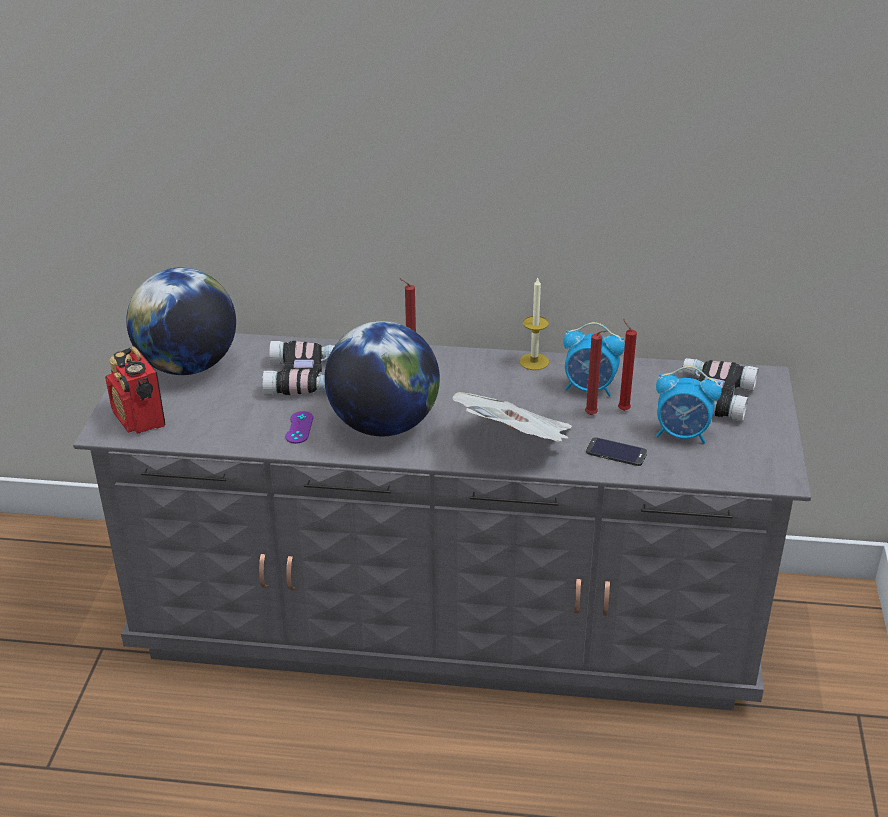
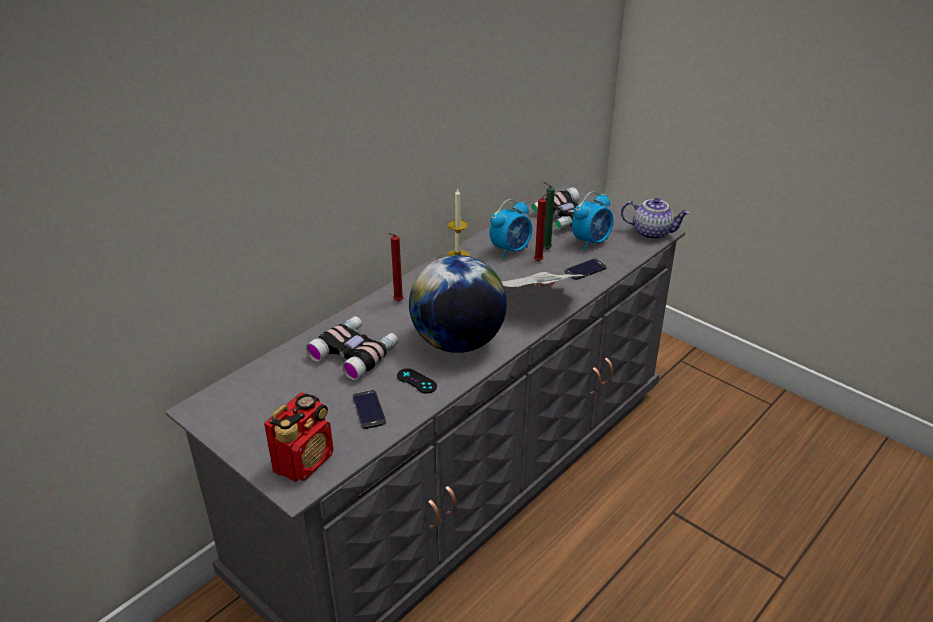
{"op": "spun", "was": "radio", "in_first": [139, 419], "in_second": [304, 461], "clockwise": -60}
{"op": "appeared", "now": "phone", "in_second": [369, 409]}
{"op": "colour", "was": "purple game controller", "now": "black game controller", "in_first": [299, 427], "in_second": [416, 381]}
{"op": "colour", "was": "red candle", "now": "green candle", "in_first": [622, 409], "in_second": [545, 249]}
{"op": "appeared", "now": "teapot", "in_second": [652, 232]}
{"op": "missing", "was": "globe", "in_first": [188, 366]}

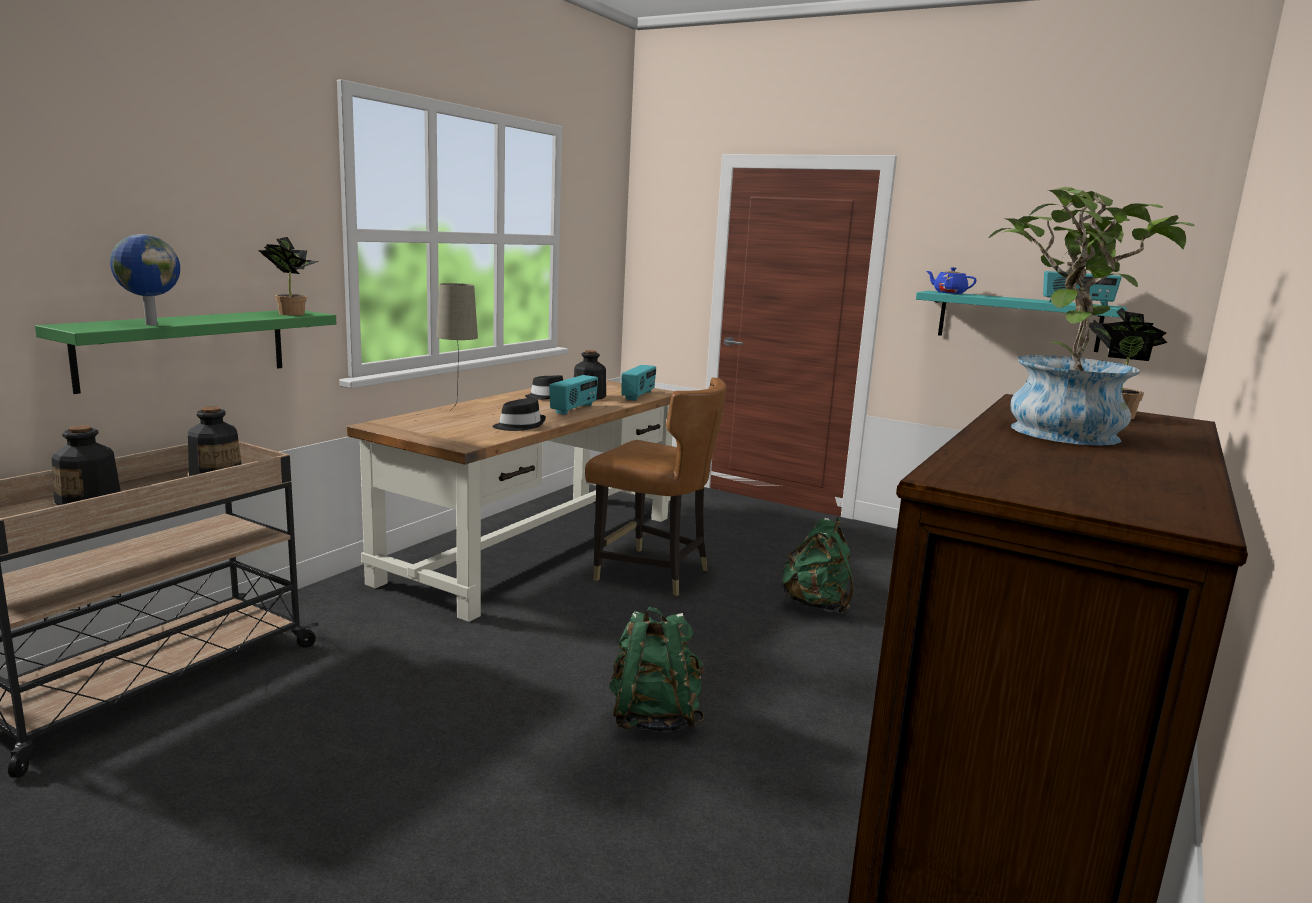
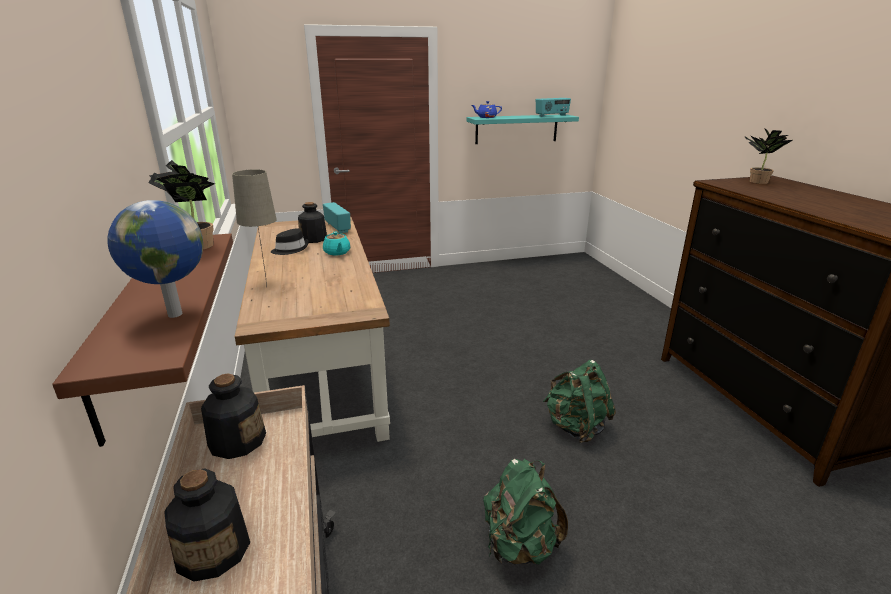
{"op": "colour", "was": "green shelf", "now": "brown shelf", "in_first": [185, 348], "in_second": [132, 326]}
{"op": "exchanged", "was": "radio", "now": "turquoise teapot", "in_first": [574, 409], "in_second": [337, 253]}
{"op": "relocated", "was": "green backpack", "in_first": [816, 605], "in_second": [519, 545]}
{"op": "missing", "was": "black hat", "in_first": [519, 426]}
{"op": "missing", "was": "brown chair", "in_first": [652, 573]}
{"op": "missing", "was": "potted plant", "in_first": [1057, 428]}

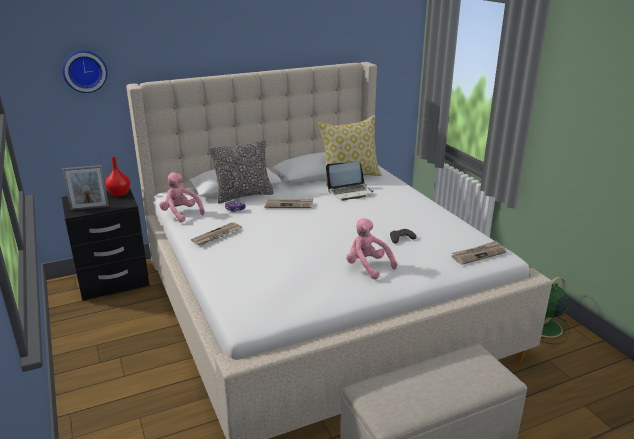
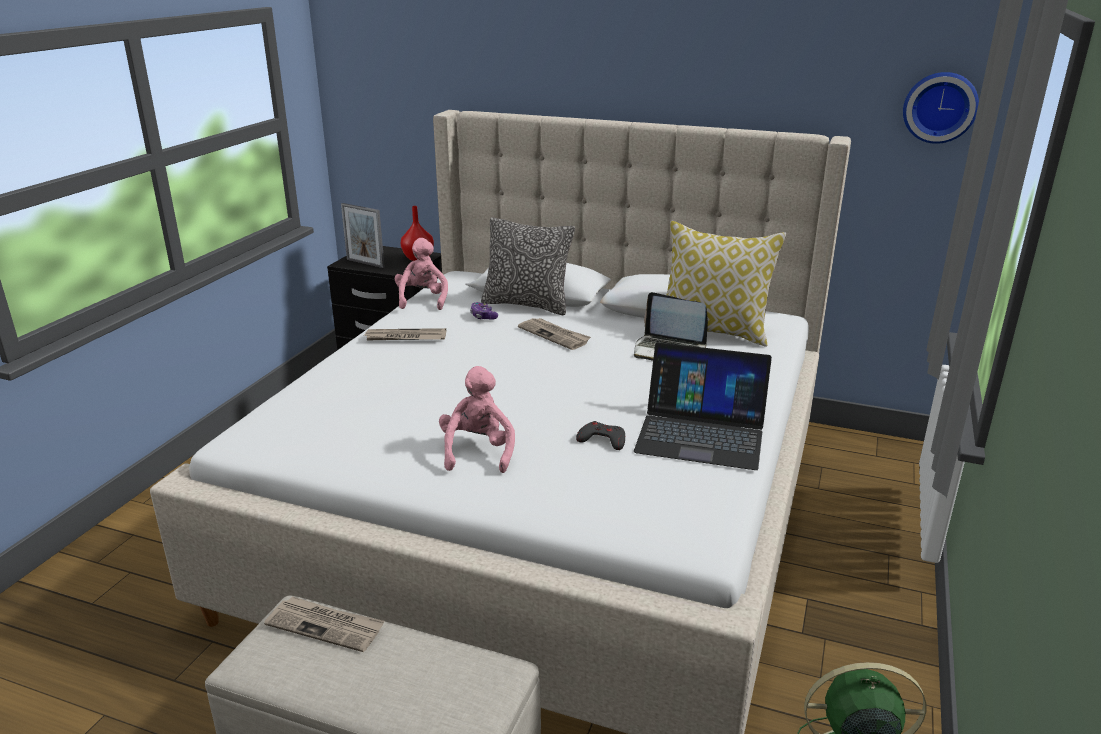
{"op": "relocated", "was": "newspaper", "in_first": [478, 254], "in_second": [326, 626]}
{"op": "appeared", "now": "laptop", "in_second": [701, 433]}
{"op": "relocated", "was": "wall clock", "in_first": [84, 71], "in_second": [940, 107]}

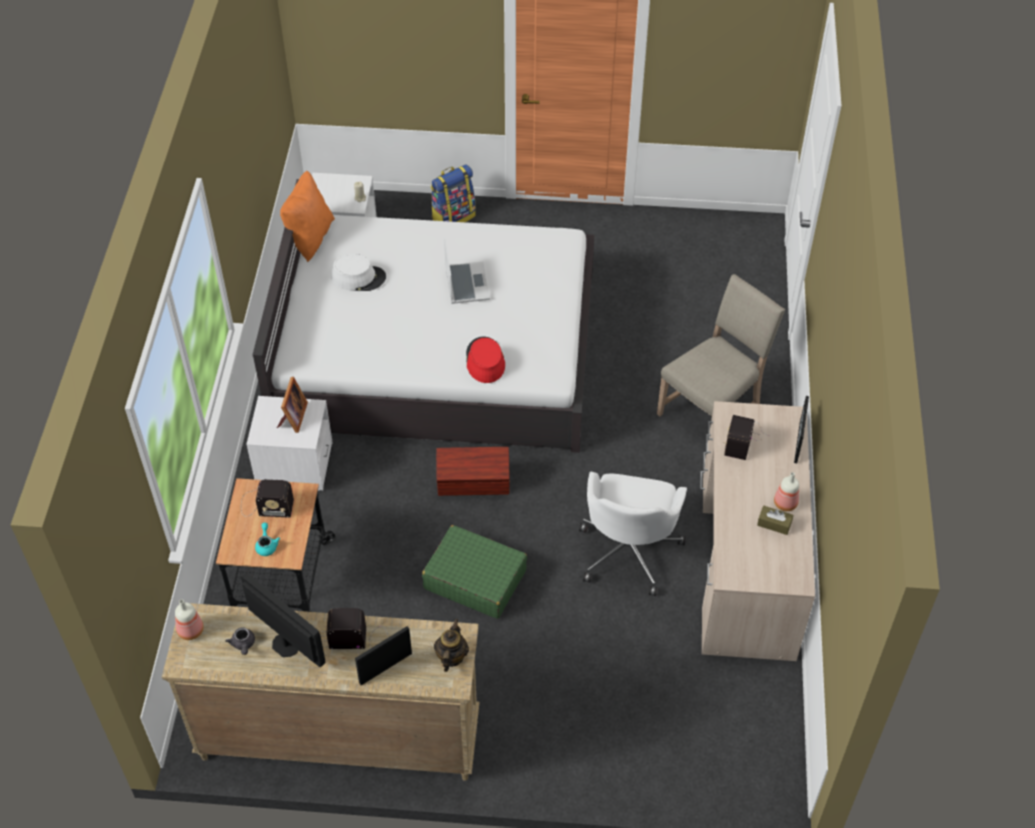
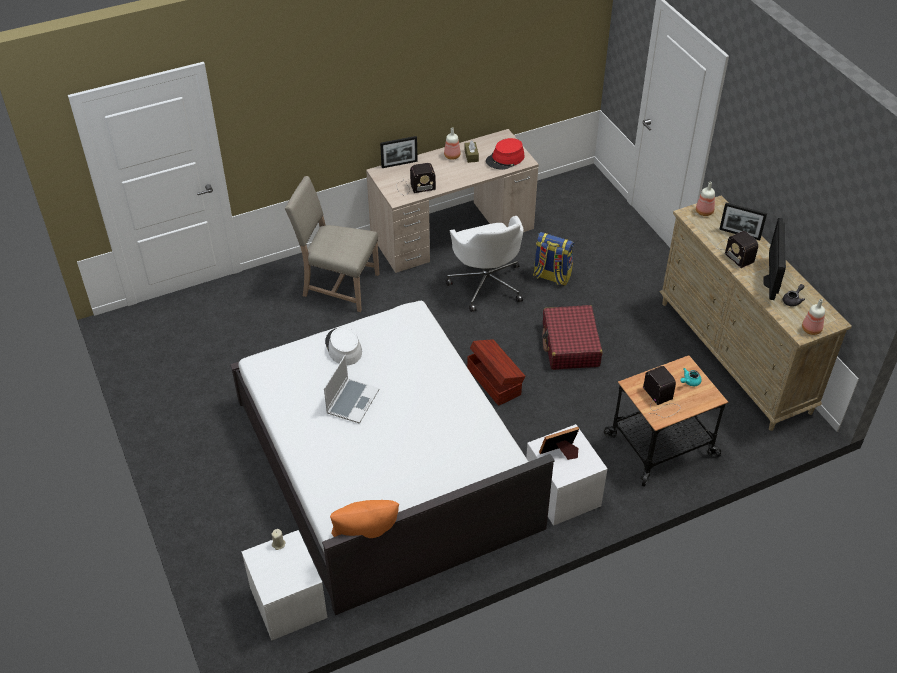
{"op": "spun", "was": "laptop", "in_first": [466, 283], "in_second": [352, 401], "clockwise": 150}
{"op": "relocated", "was": "white hat", "in_first": [358, 277], "in_second": [343, 347]}
{"op": "spun", "was": "white office chair", "in_first": [629, 550], "in_second": [486, 283], "clockwise": 90}
{"op": "relocated", "was": "red hat", "in_first": [484, 361], "in_second": [505, 159]}
{"op": "relocated", "was": "backpack", "in_first": [453, 217], "in_second": [551, 276]}
{"op": "colour", "was": "green suitcase", "now": "red suitcase", "in_first": [474, 579], "in_second": [570, 345]}
{"op": "exchanged", "was": "teapot", "now": "bottle", "in_first": [451, 657], "in_second": [704, 212]}

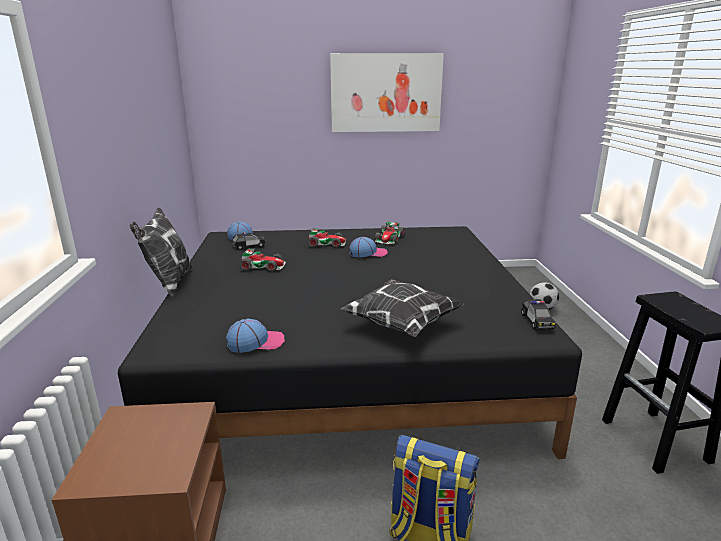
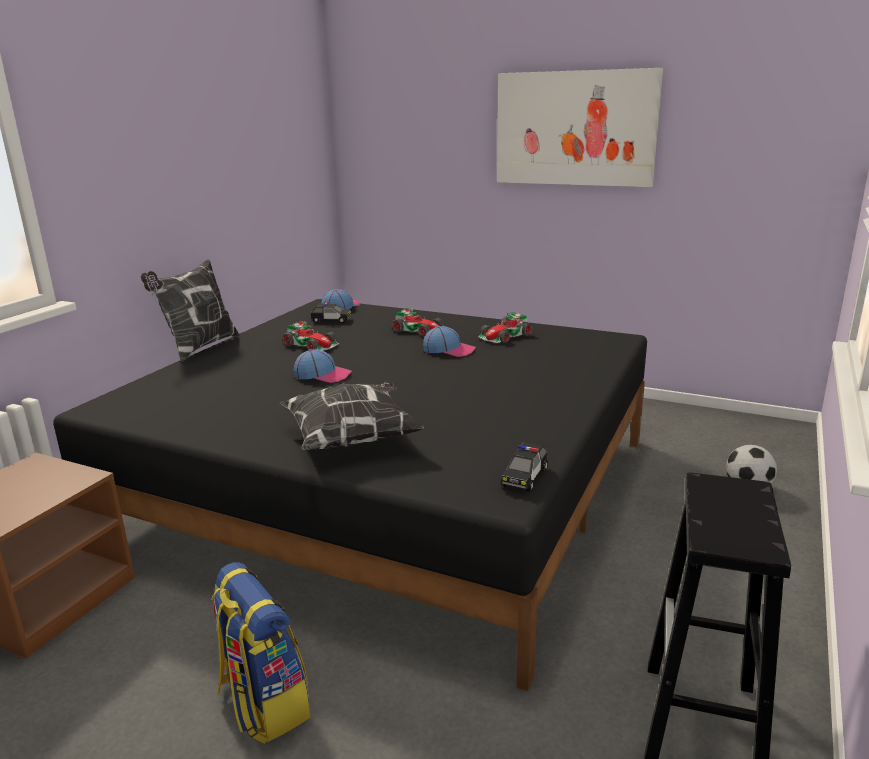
{"op": "relocated", "was": "cap", "in_first": [256, 342], "in_second": [323, 375]}

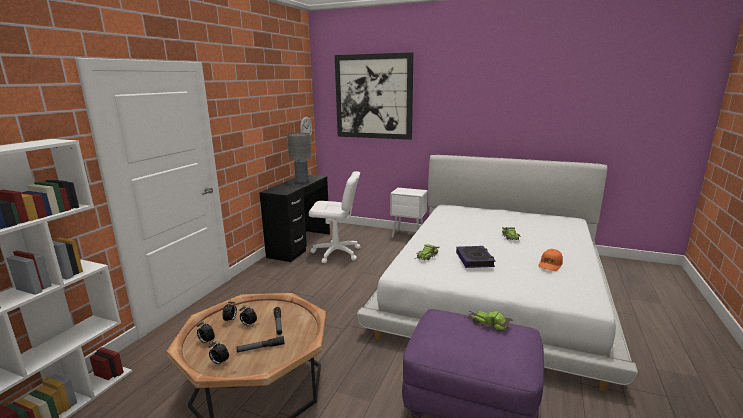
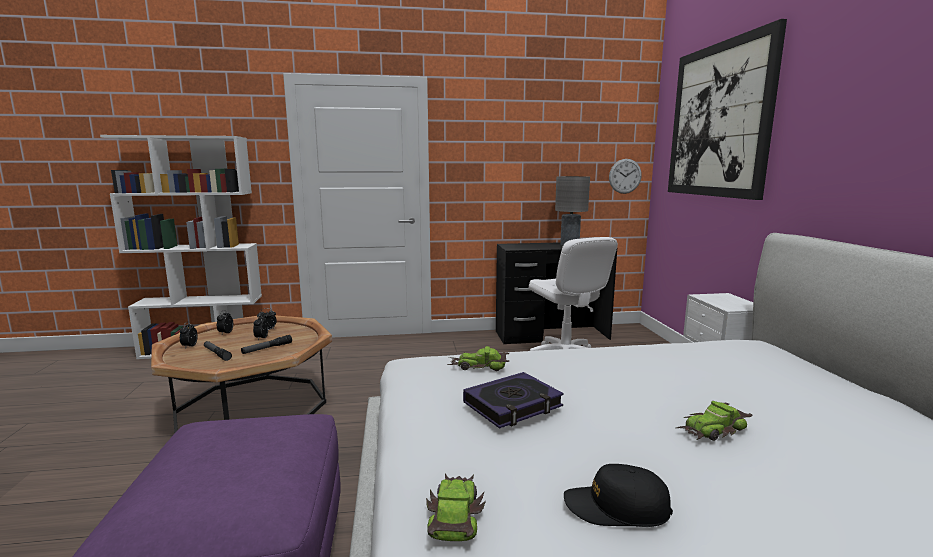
{"op": "relocated", "was": "toy car", "in_first": [488, 323], "in_second": [454, 512]}
{"op": "colour", "was": "orange cap", "now": "black cap", "in_first": [550, 264], "in_second": [616, 508]}

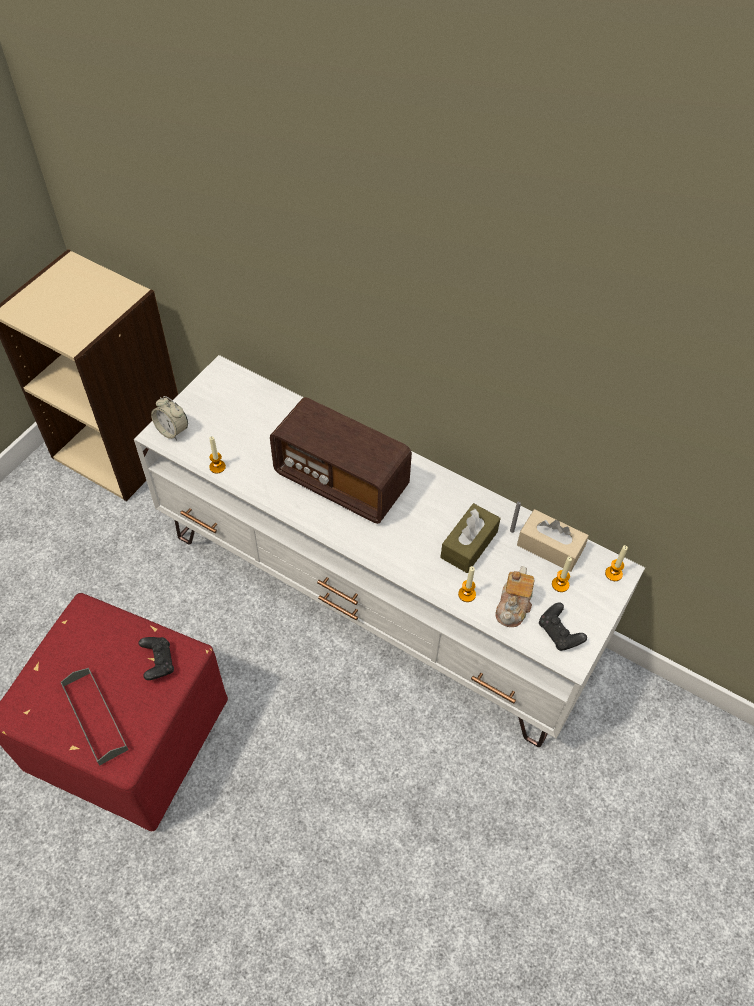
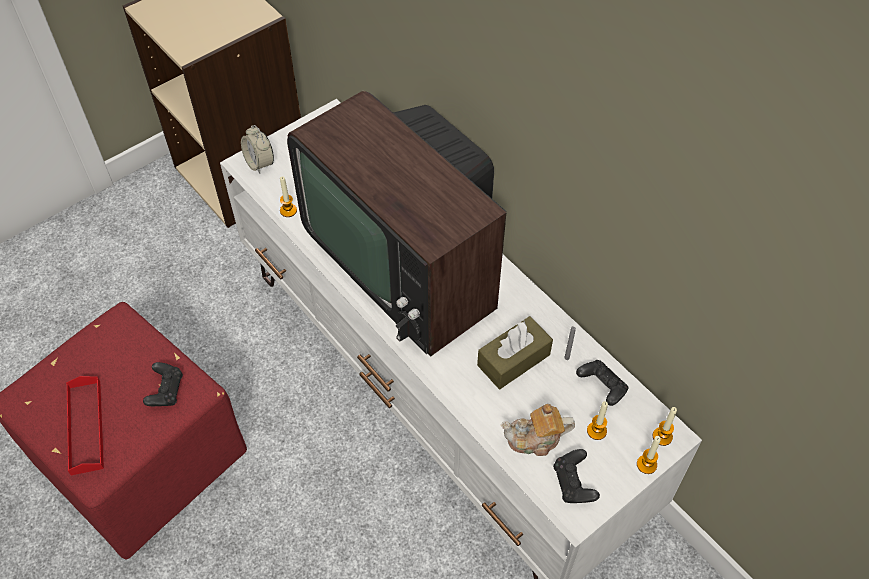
{"op": "colour", "was": "grey tray", "now": "red tray", "in_first": [95, 717], "in_second": [86, 427]}
{"op": "exchanged", "was": "radio", "now": "television", "in_first": [341, 481], "in_second": [406, 258]}
{"op": "spun", "was": "teapot", "in_first": [513, 606], "in_second": [535, 439], "clockwise": 45}
{"op": "exchanged", "was": "beige tissue box", "now": "black game controller", "in_first": [550, 547], "in_second": [602, 387]}
{"op": "relocated", "was": "candle", "in_first": [467, 594], "in_second": [646, 464]}

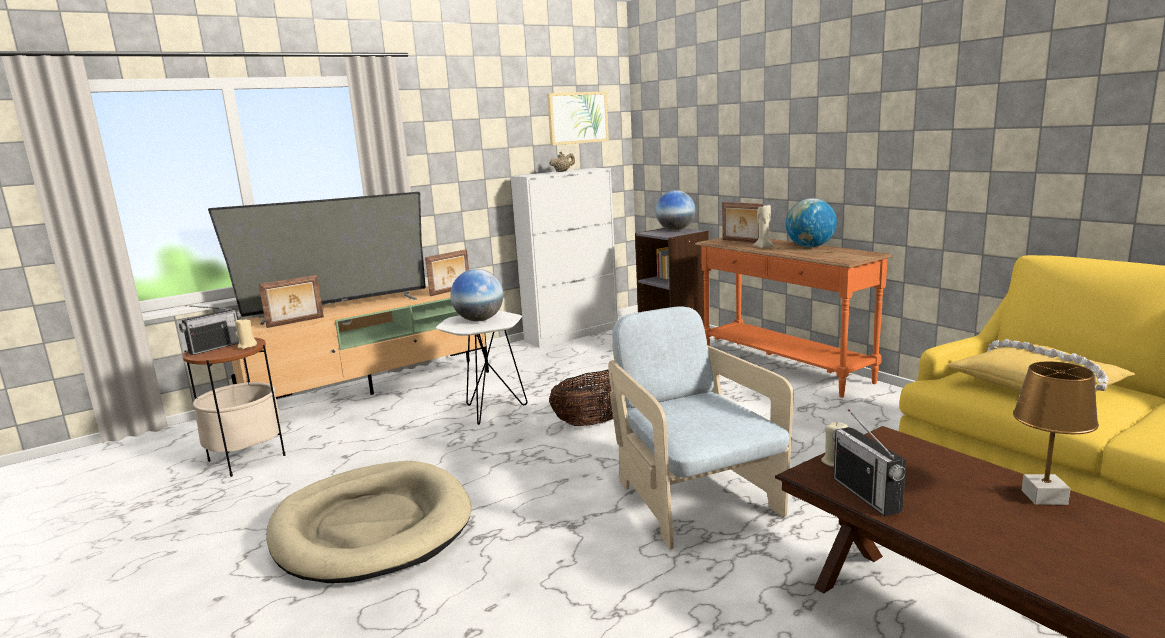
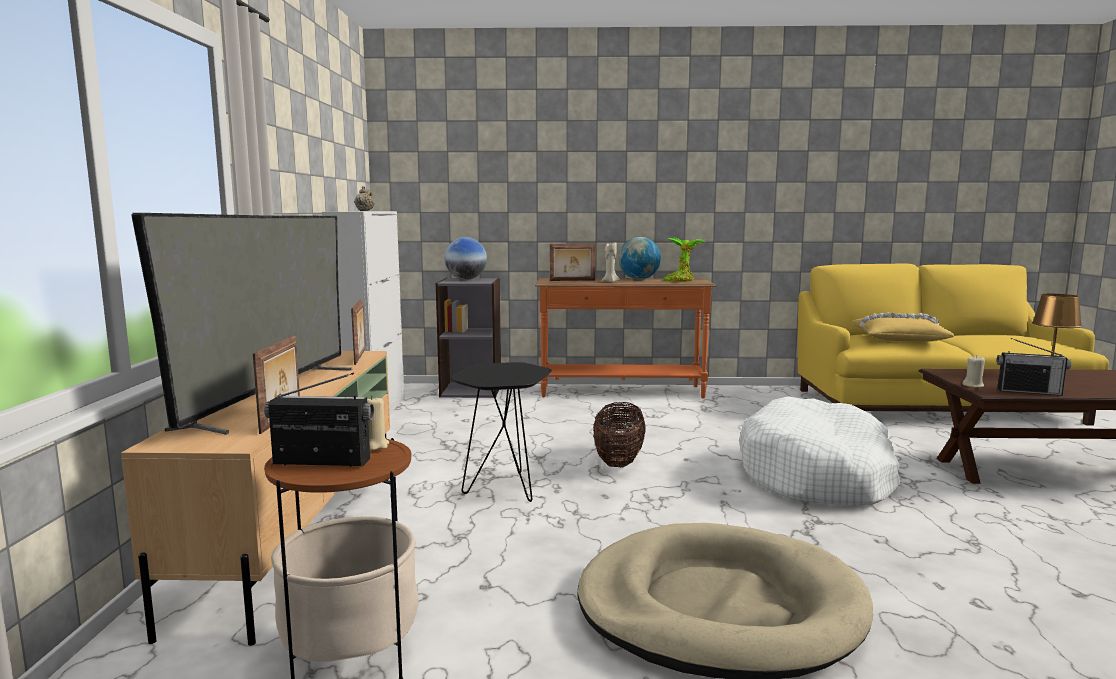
{"op": "spun", "was": "radio", "in_first": [215, 347], "in_second": [321, 462], "clockwise": -75}
{"op": "colour", "was": "white side table", "now": "black side table", "in_first": [488, 411], "in_second": [503, 490]}
{"op": "appeared", "now": "potted plant", "in_second": [681, 280]}
{"op": "exchanged", "was": "beige armchair", "now": "white dog bed", "in_first": [694, 500], "in_second": [817, 475]}
{"op": "missing", "was": "globe", "in_first": [479, 320]}
{"op": "missing", "was": "picture", "in_first": [577, 118]}

